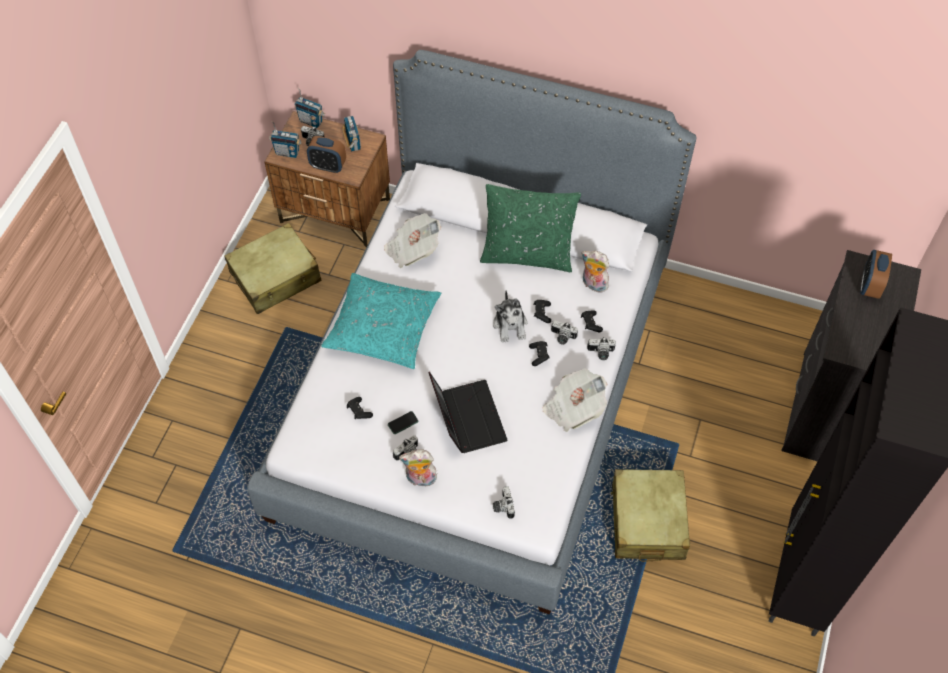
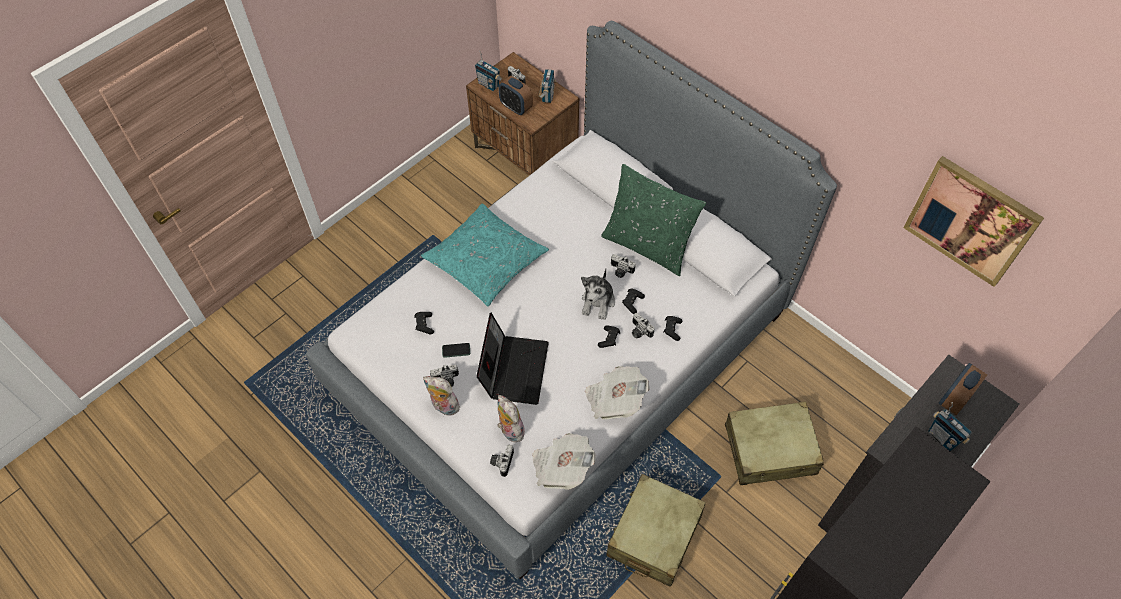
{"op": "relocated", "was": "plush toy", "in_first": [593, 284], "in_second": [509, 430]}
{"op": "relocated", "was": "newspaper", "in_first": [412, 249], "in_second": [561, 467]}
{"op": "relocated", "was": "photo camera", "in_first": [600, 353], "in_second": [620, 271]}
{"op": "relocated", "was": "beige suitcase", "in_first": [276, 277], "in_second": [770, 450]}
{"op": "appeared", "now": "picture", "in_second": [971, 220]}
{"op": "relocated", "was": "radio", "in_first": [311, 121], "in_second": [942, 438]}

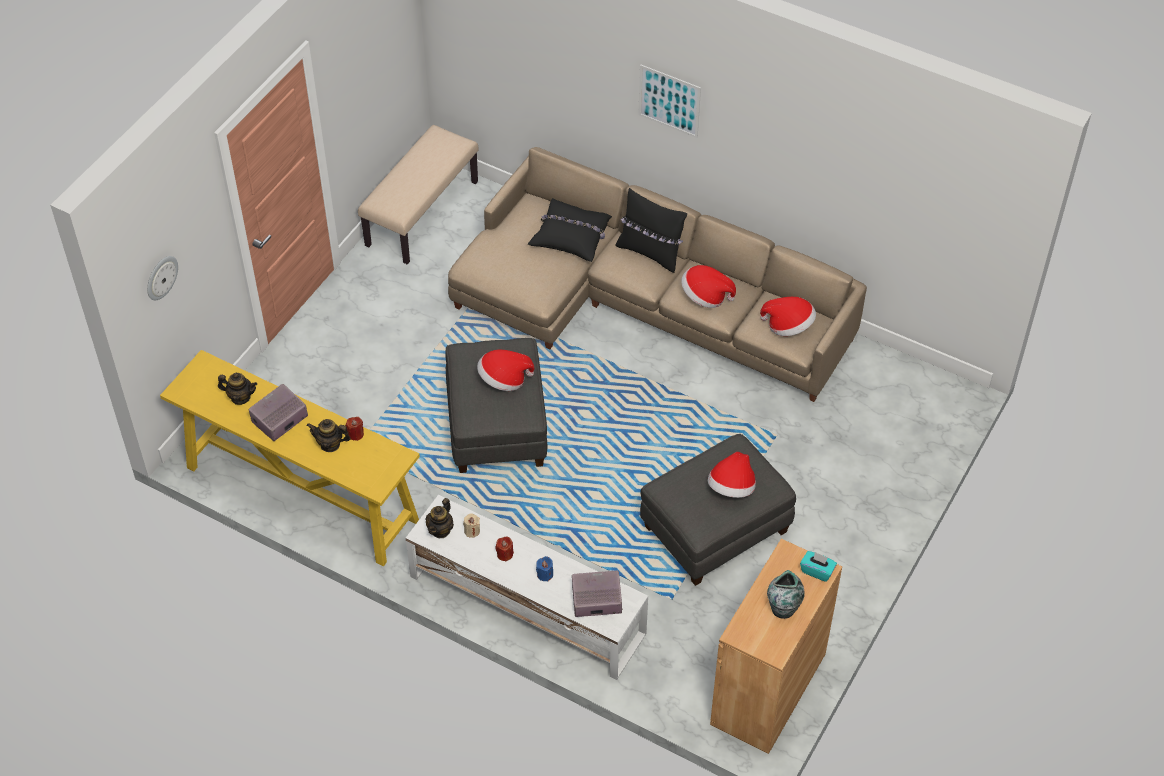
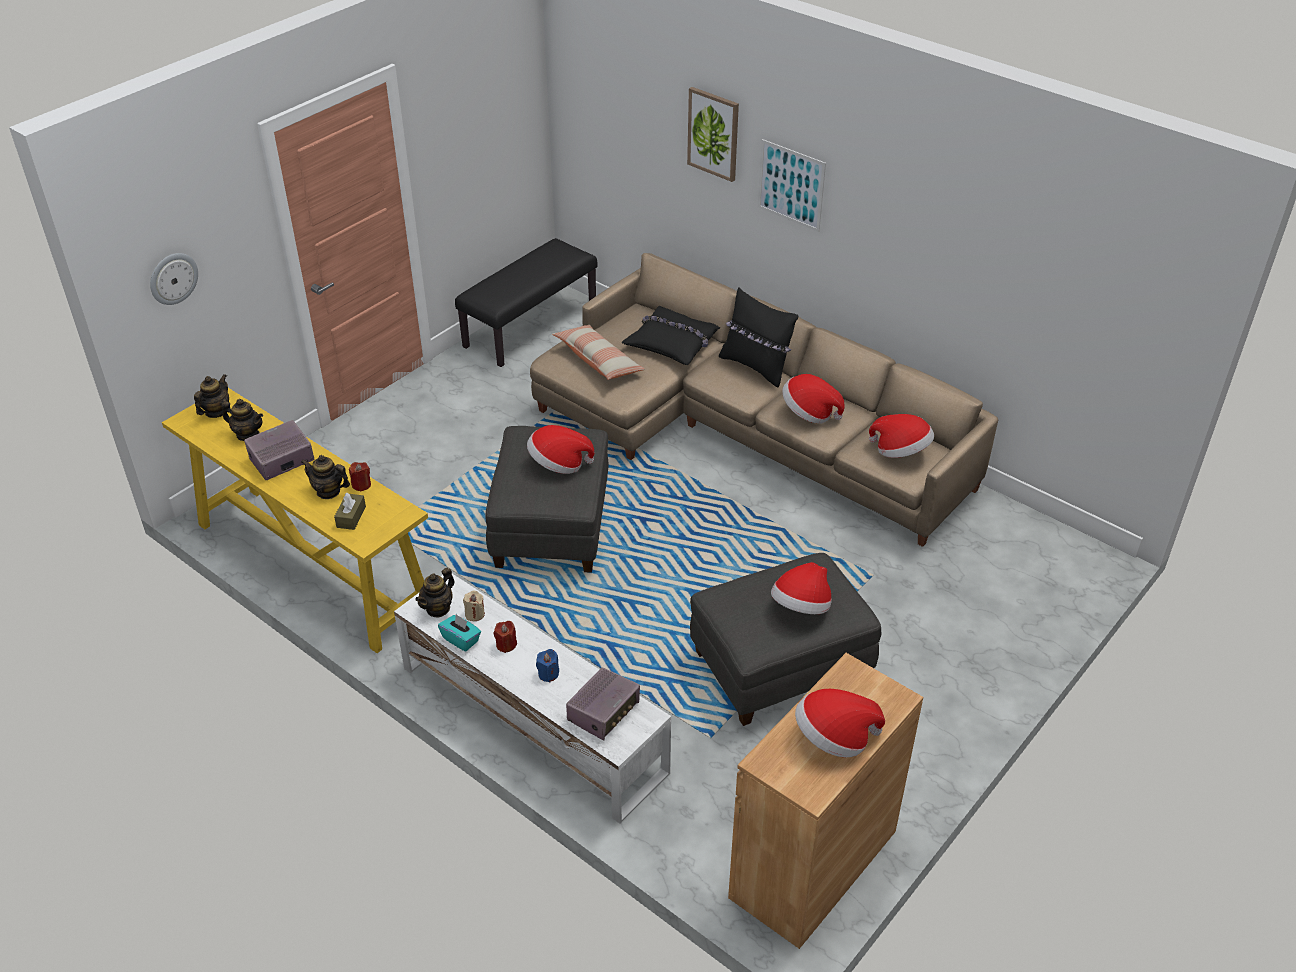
{"op": "appeared", "now": "teapot", "in_second": [216, 412]}
{"op": "appeared", "now": "brown tissue box", "in_second": [351, 517]}
{"op": "relocated", "was": "turquoise tissue box", "in_first": [817, 571], "in_second": [461, 639]}
{"op": "colour", "was": "beige bench", "now": "black bench", "in_first": [421, 213], "in_second": [530, 325]}
{"op": "appeared", "now": "pillow", "in_second": [598, 361]}
{"op": "spun", "was": "radio", "in_first": [596, 600], "in_second": [604, 712], "clockwise": 120}
{"op": "appeared", "now": "picture", "in_second": [713, 133]}
{"op": "exchanged", "was": "vase", "now": "hat", "in_first": [783, 609], "in_second": [834, 738]}

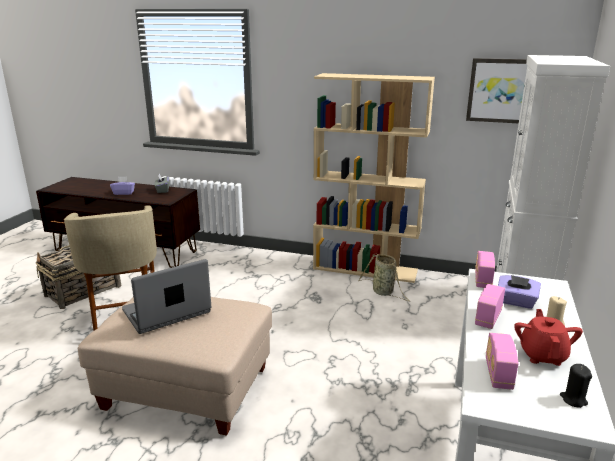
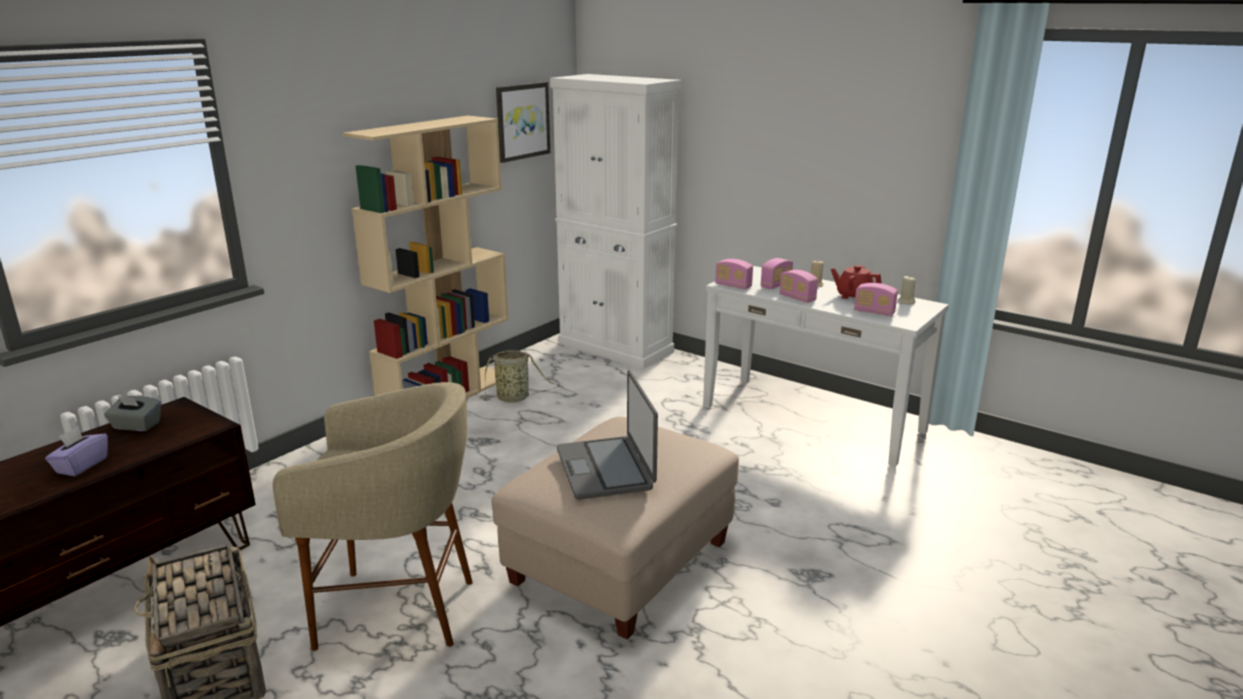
{"op": "exchanged", "was": "purple tissue box", "now": "radio", "in_first": [516, 302], "in_second": [776, 285]}
{"op": "colour", "was": "black candle", "now": "beige candle", "in_first": [573, 399], "in_second": [906, 302]}

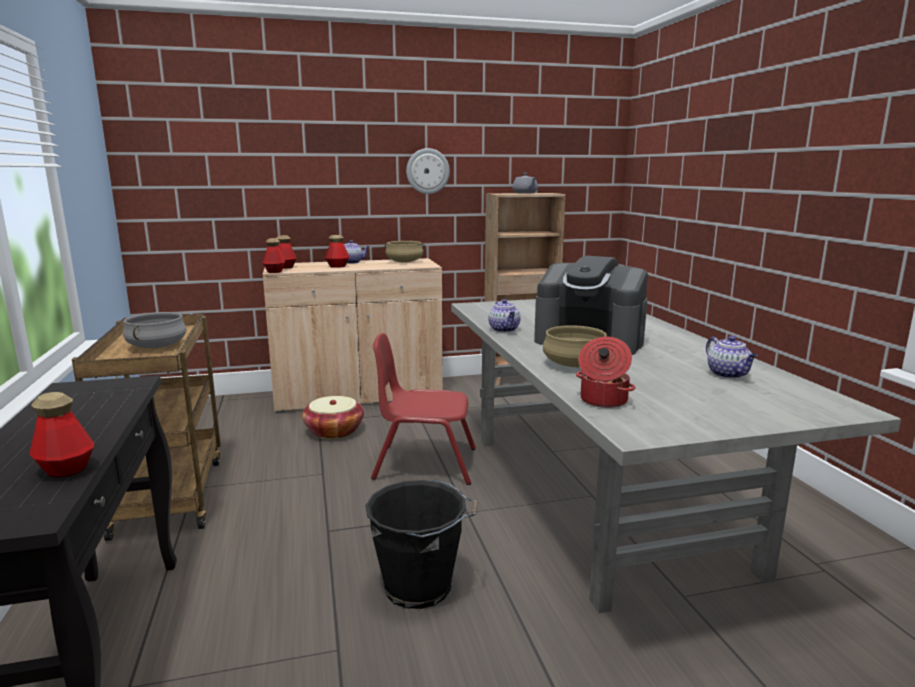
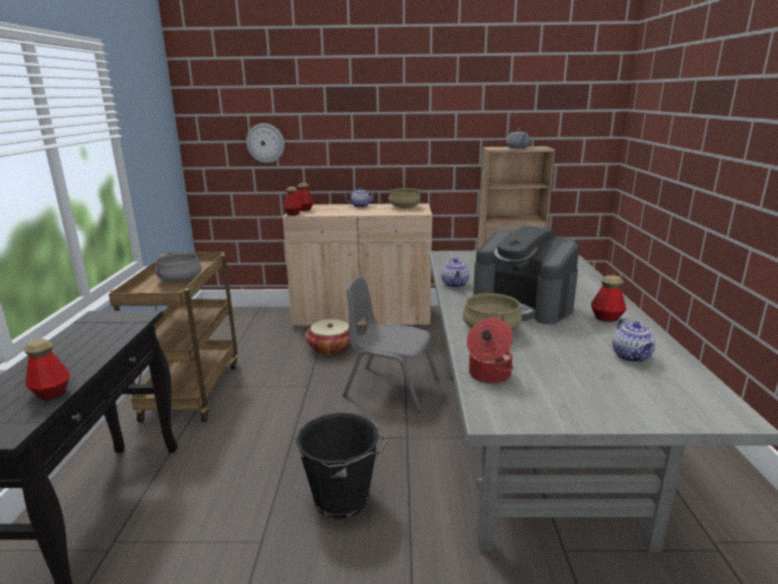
{"op": "relocated", "was": "wall clock", "in_first": [427, 171], "in_second": [265, 143]}
{"op": "colour", "was": "red chair", "now": "grey chair", "in_first": [425, 464], "in_second": [391, 387]}
{"op": "relocated", "was": "bottle", "in_first": [337, 266], "in_second": [606, 318]}

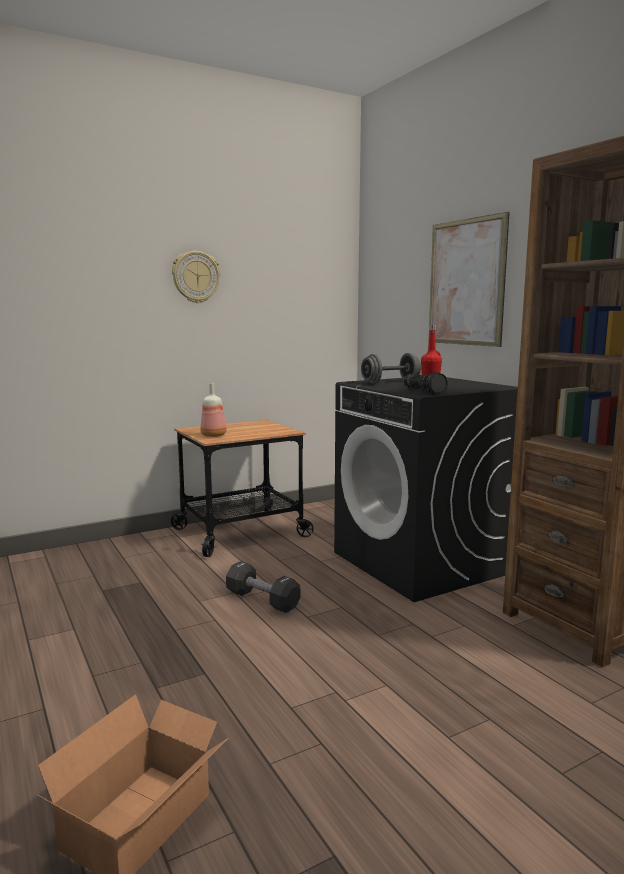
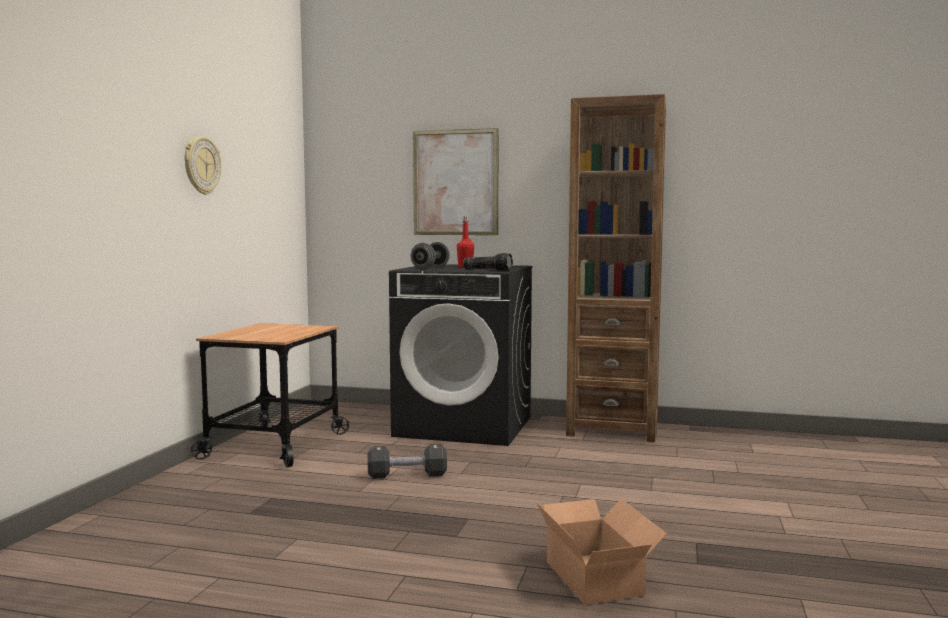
{"op": "missing", "was": "bottle", "in_first": [214, 435]}

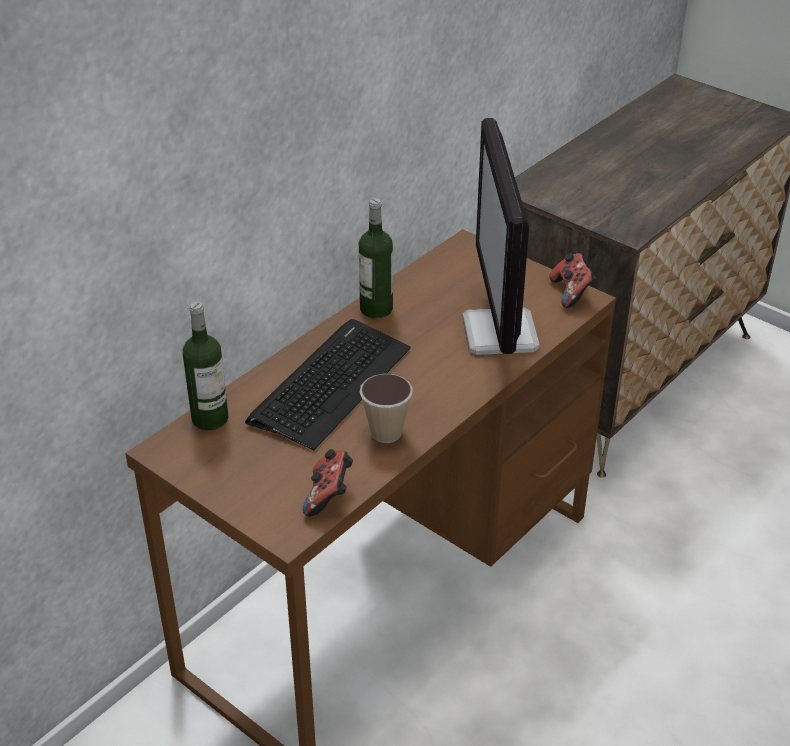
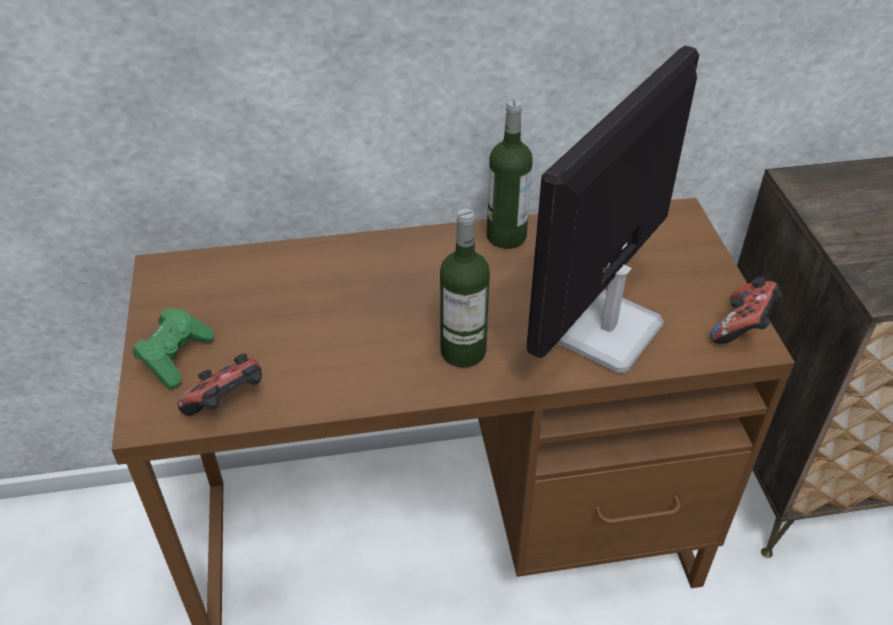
{"op": "appeared", "now": "green game controller", "in_second": [176, 357]}
{"op": "relocated", "was": "bottle", "in_first": [210, 418], "in_second": [463, 351]}
{"op": "missing", "was": "keyboard", "in_first": [330, 384]}
{"op": "missing", "was": "cup", "in_first": [386, 433]}

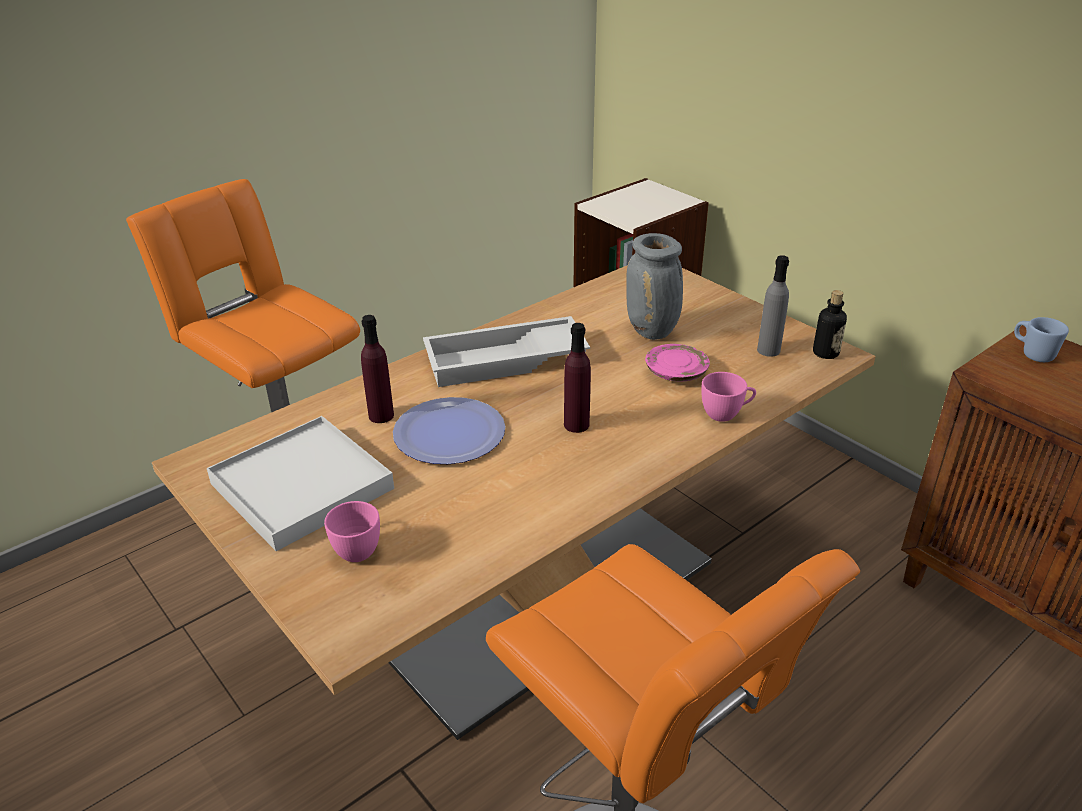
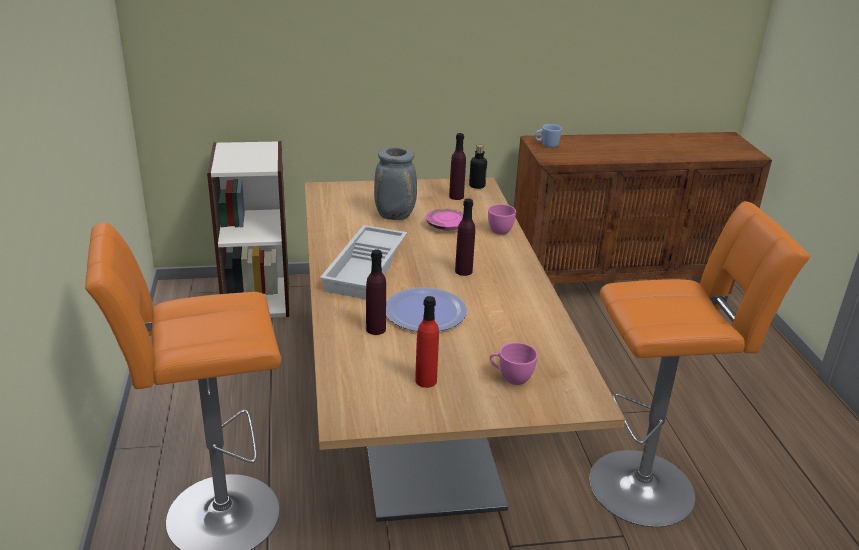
{"op": "exchanged", "was": "white tray", "now": "red bottle", "in_first": [302, 486], "in_second": [426, 381]}
{"op": "colour", "was": "grey bottle", "now": "purple bottle", "in_first": [768, 350], "in_second": [456, 196]}

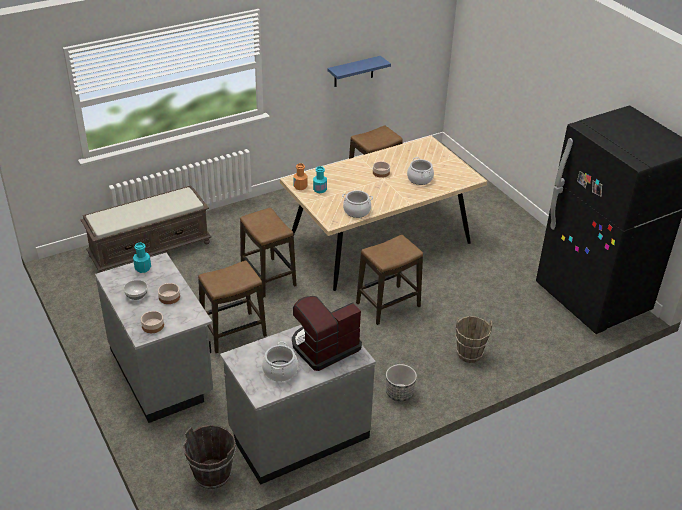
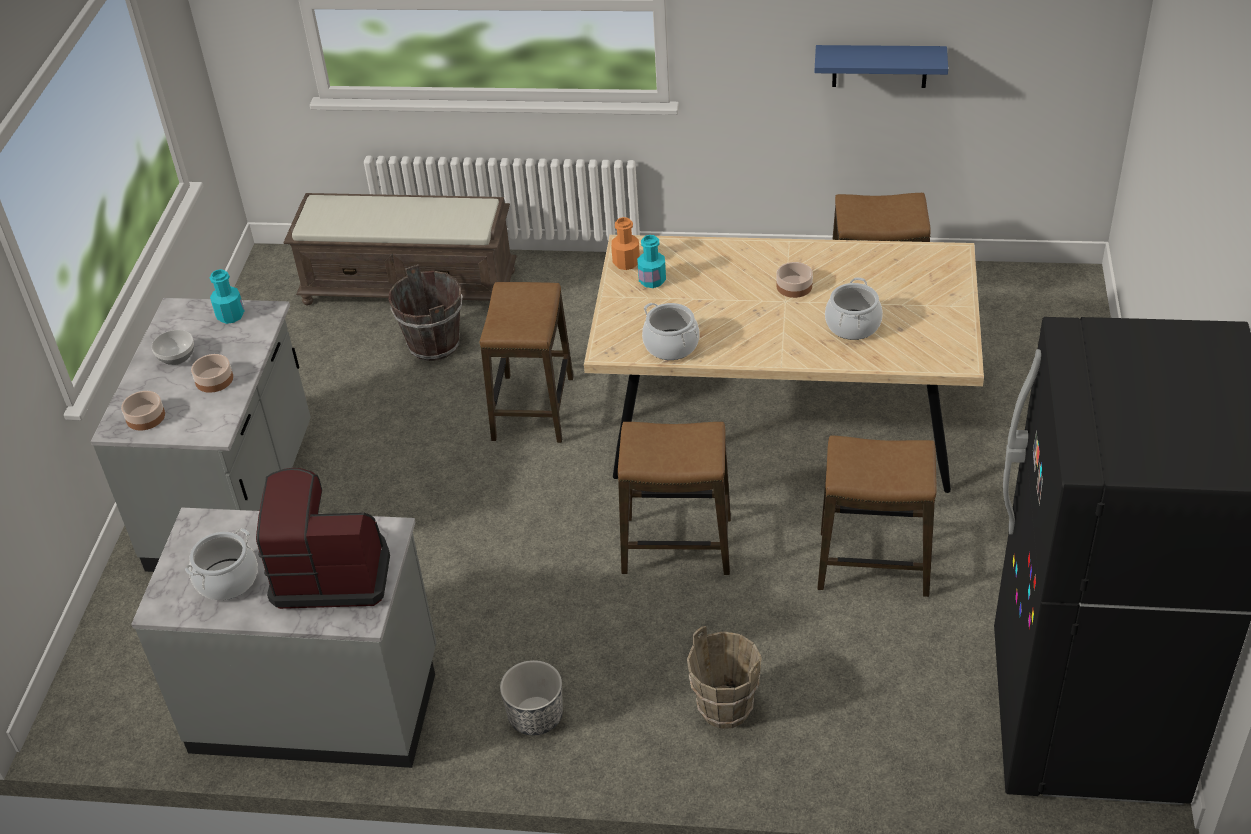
{"op": "relocated", "was": "brown bucket", "in_first": [212, 475], "in_second": [433, 344]}
{"op": "relocated", "was": "stool", "in_first": [233, 333], "in_second": [873, 564]}

